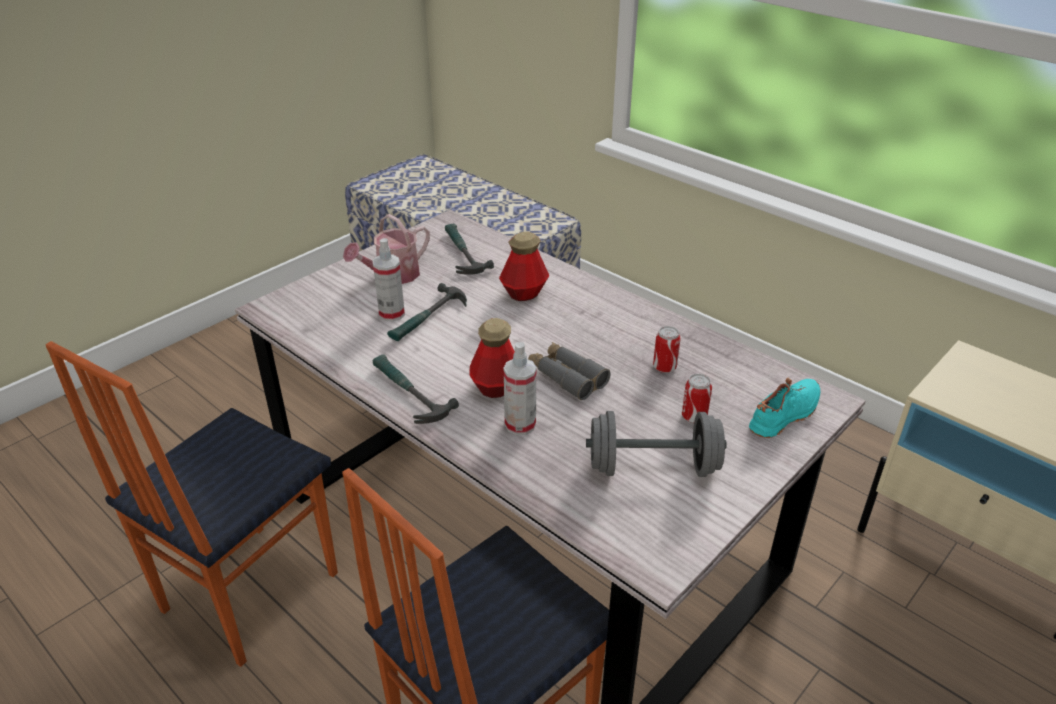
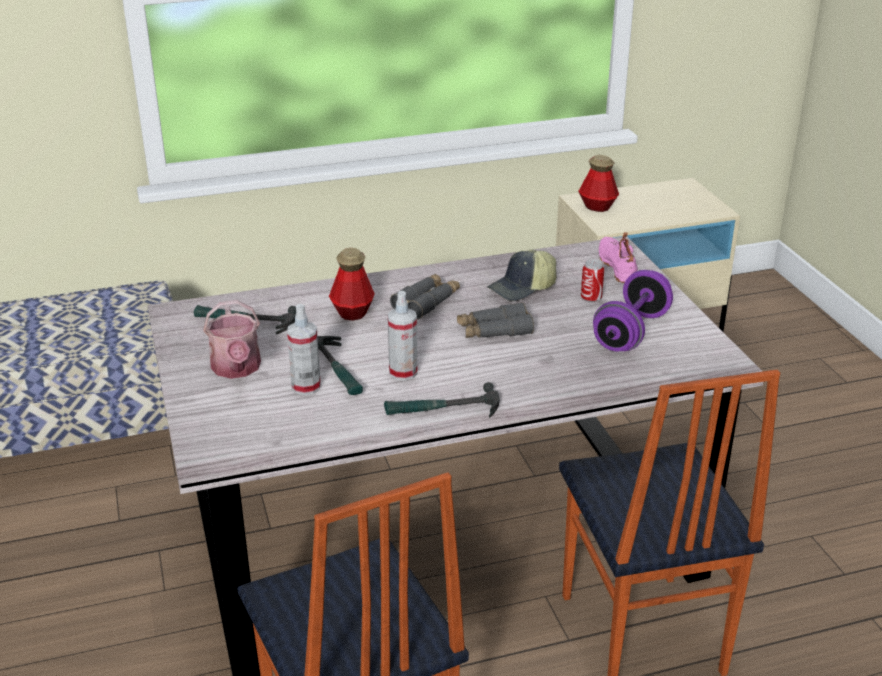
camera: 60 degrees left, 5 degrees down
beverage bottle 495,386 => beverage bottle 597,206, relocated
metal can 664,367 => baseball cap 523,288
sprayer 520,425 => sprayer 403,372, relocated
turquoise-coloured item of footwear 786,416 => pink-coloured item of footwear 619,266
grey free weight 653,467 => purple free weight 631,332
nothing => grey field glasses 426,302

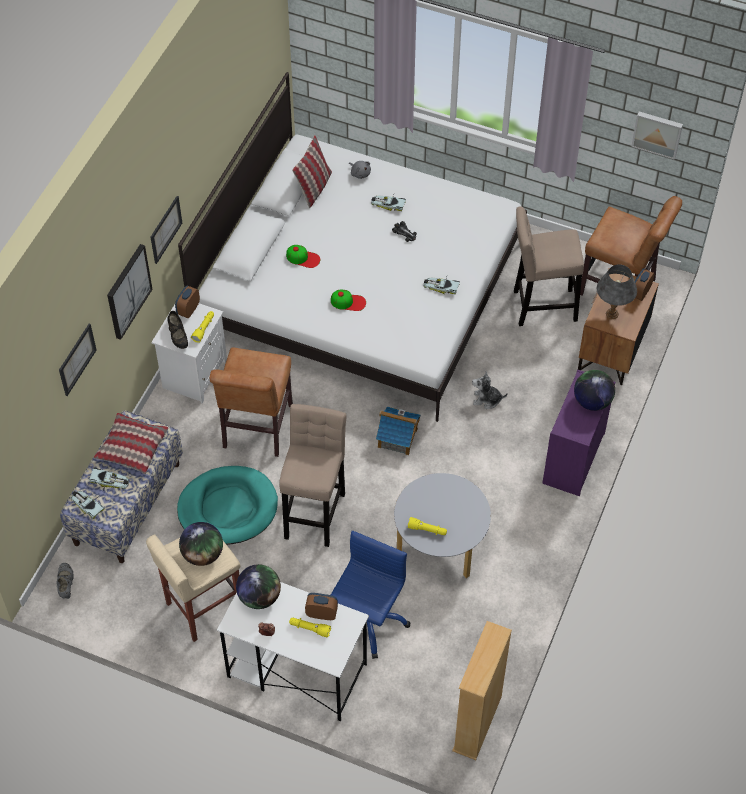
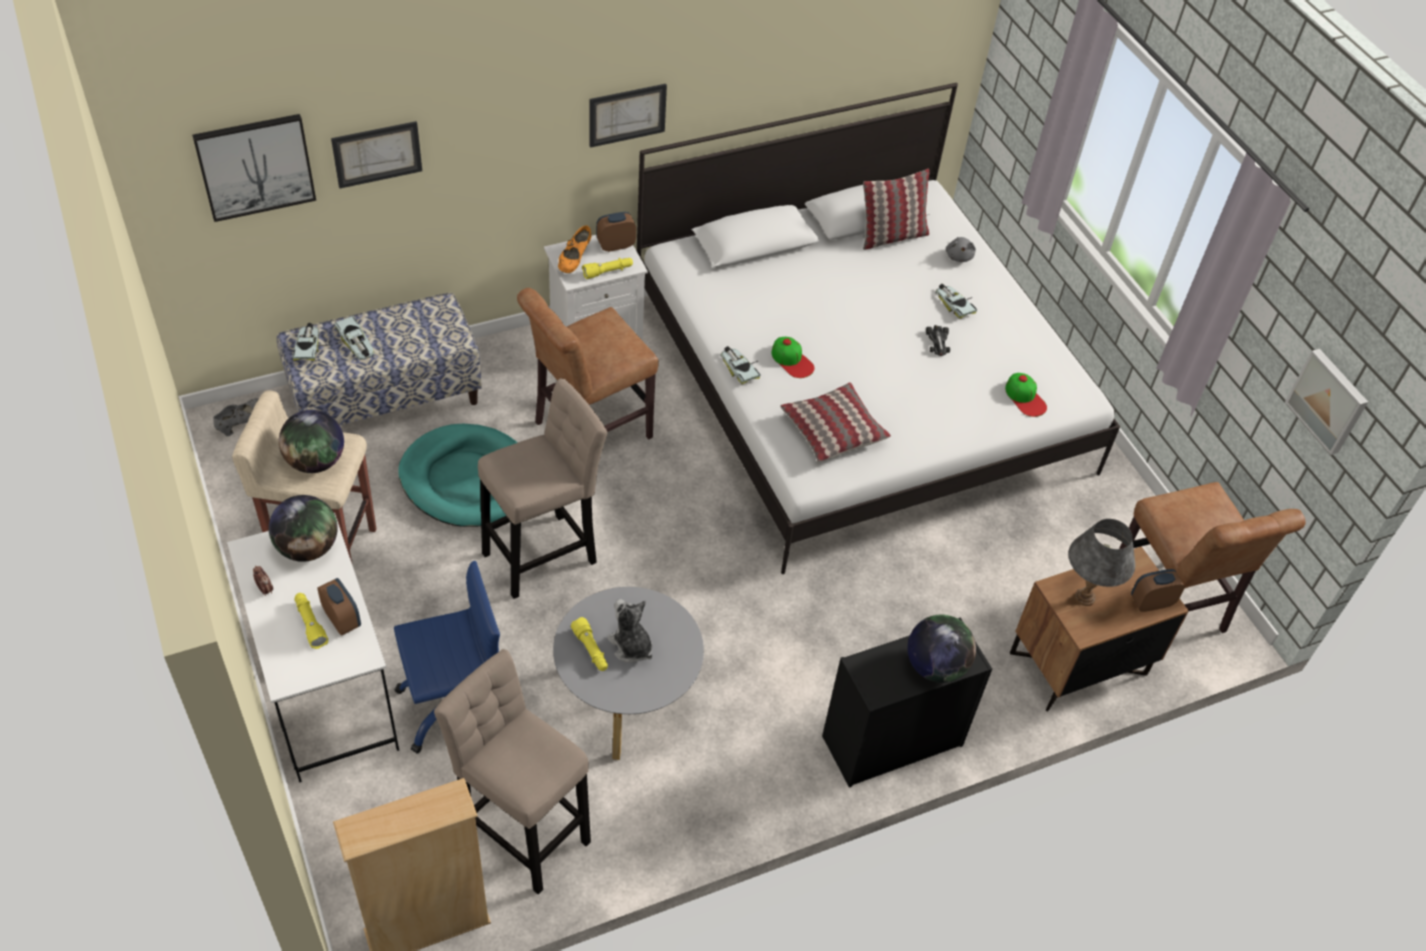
camera: 40 degrees right, 5 degrees down
beige-coloured stool 540,306 => beige-coloured stool 521,829, relocated
wall art 128,291 => wall art 255,166, relocated
baseball cap 303,258 => baseball cap 1025,397, relocated
toy car 441,286 => toy car 739,367, relocated
blackish item of footwear 178,336 => orange item of footwear 574,260
purple drawer chest 573,459 => blackish drawer chest 890,741
cuddly toy 487,399 => cuddly toy 631,646, relocated
miniature house 397,438 => nothing
pillow 132,448 => pillow 832,430, relocated

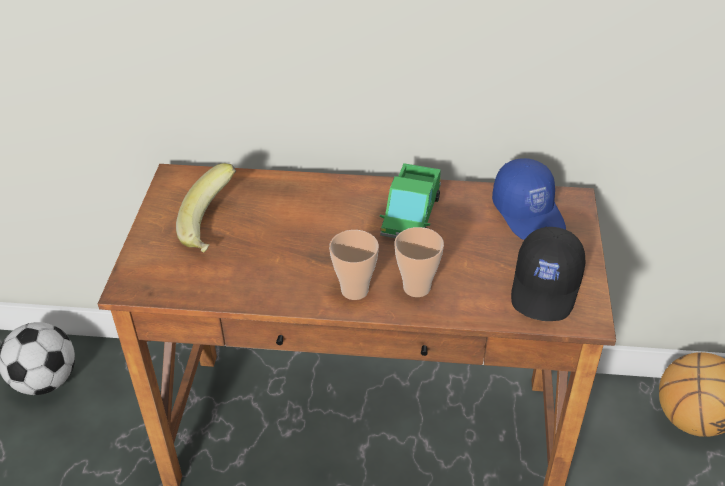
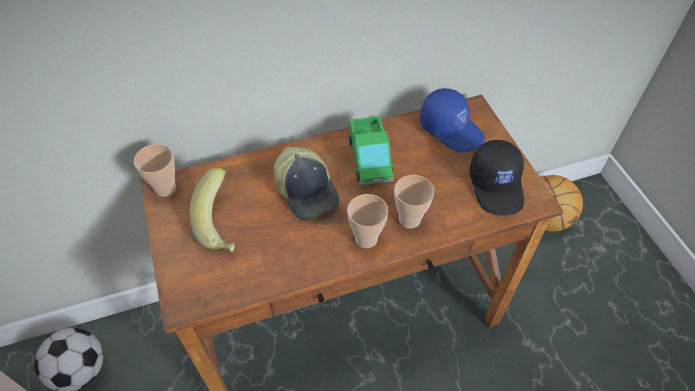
camera: 25 degrees left, 10 degrees up
nothing => small cup 165,188
nothing => baseball cap 307,191

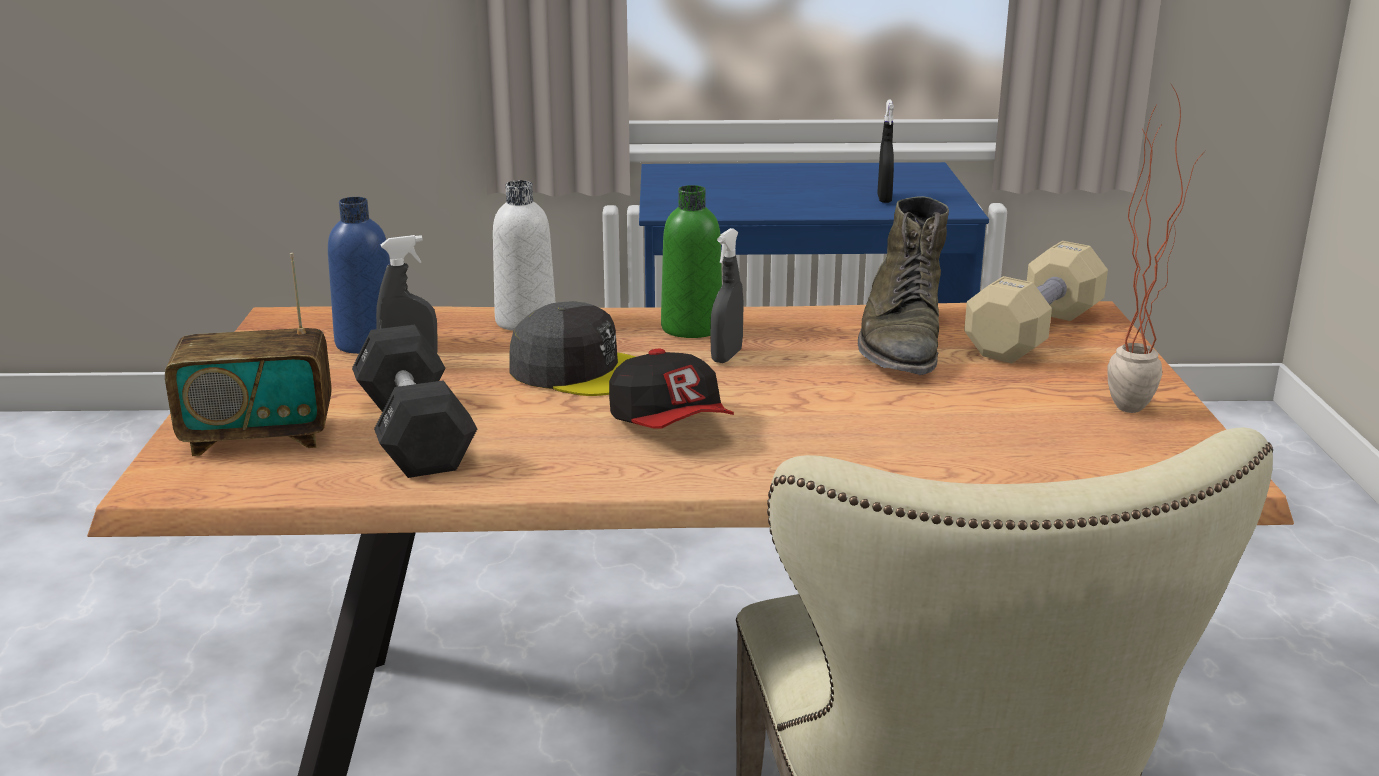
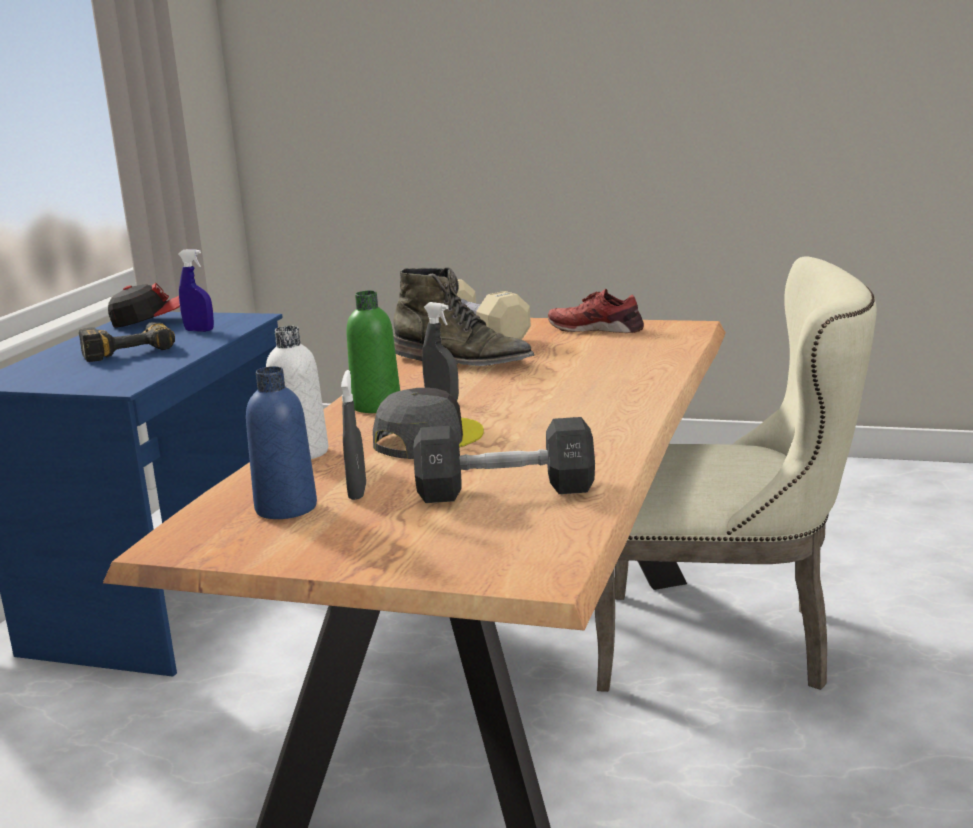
camera: 70 degrees left, 5 degrees down
potted plant 1135,403 => red-coloured item of footwear 596,328
blackish sprayer 884,199 => bluish sprayer 199,330
radio receiver 259,437 => nothing
baseball cap 670,425 => baseball cap 149,322, relocated
nothing => electric drill 127,349

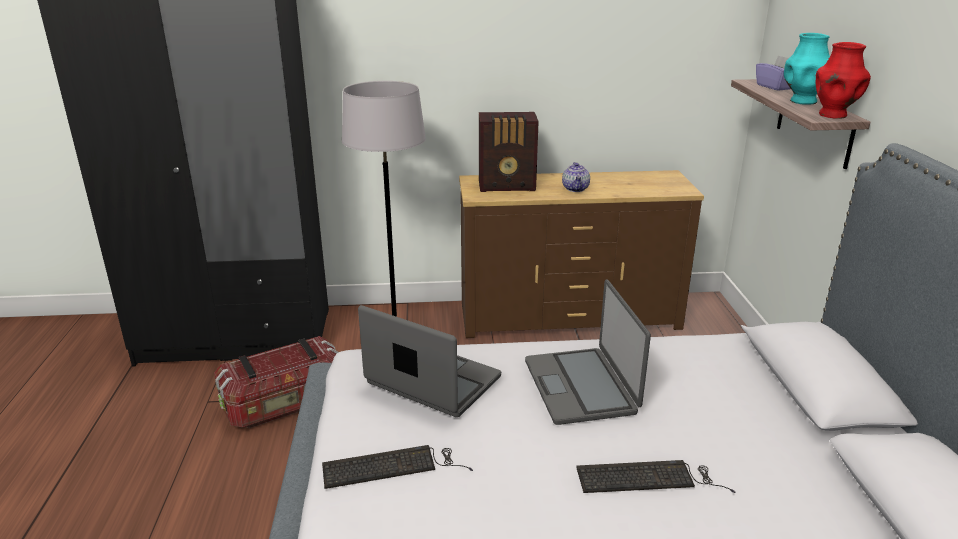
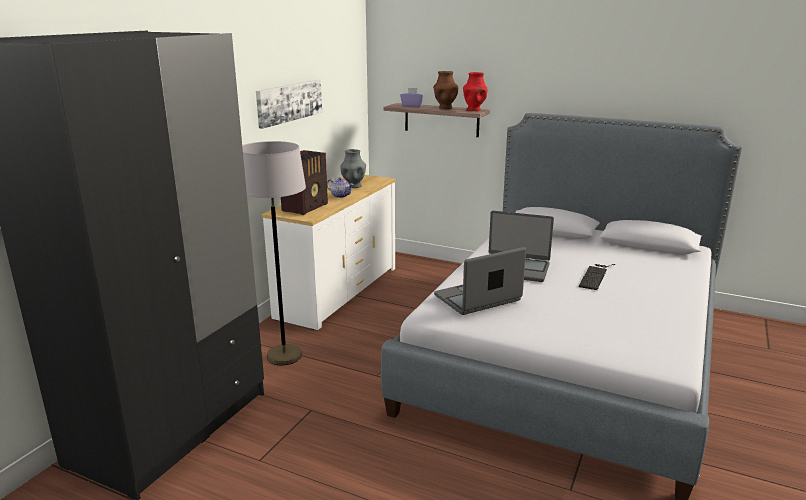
camera: 60 degrees left, 5 degrees down
turquoise-coloured flower vase 802,101 => brown-coloured flower vase 445,108
brown-coloured drawer chest 568,316 => white-coloured drawer chest 338,292
storage container 285,404 => nothing
PC keyboard 393,466 => nothing
nothing => wall art 289,102
nothing => grey flower vase 354,186

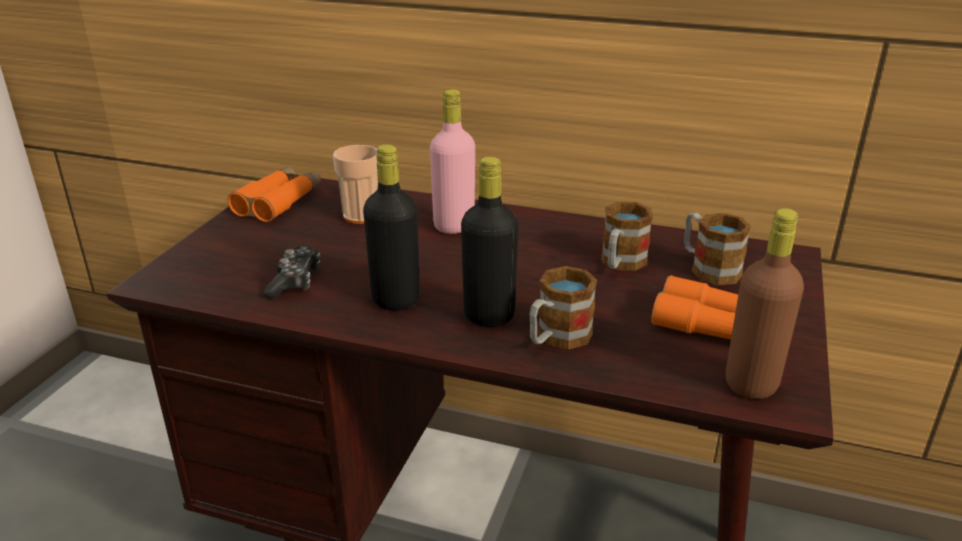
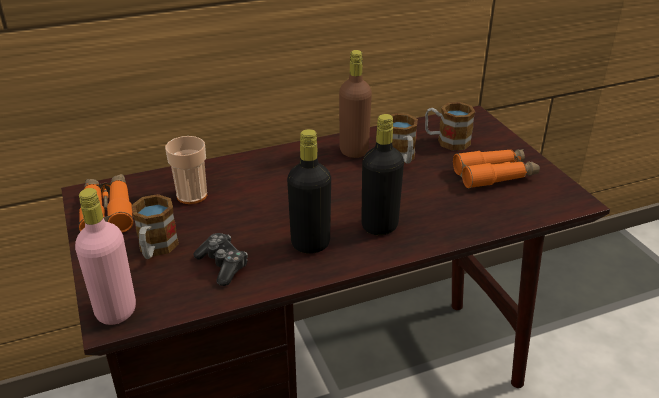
camera: 40 degrees left, 5 degrees up
pink-coloured beverage bottle 454,226 => pink-coloured beverage bottle 116,311, relocated
brown-coloured beverage bottle 751,384 => brown-coloured beverage bottle 354,151, relocated
mug 557,338 => mug 156,249, relocated

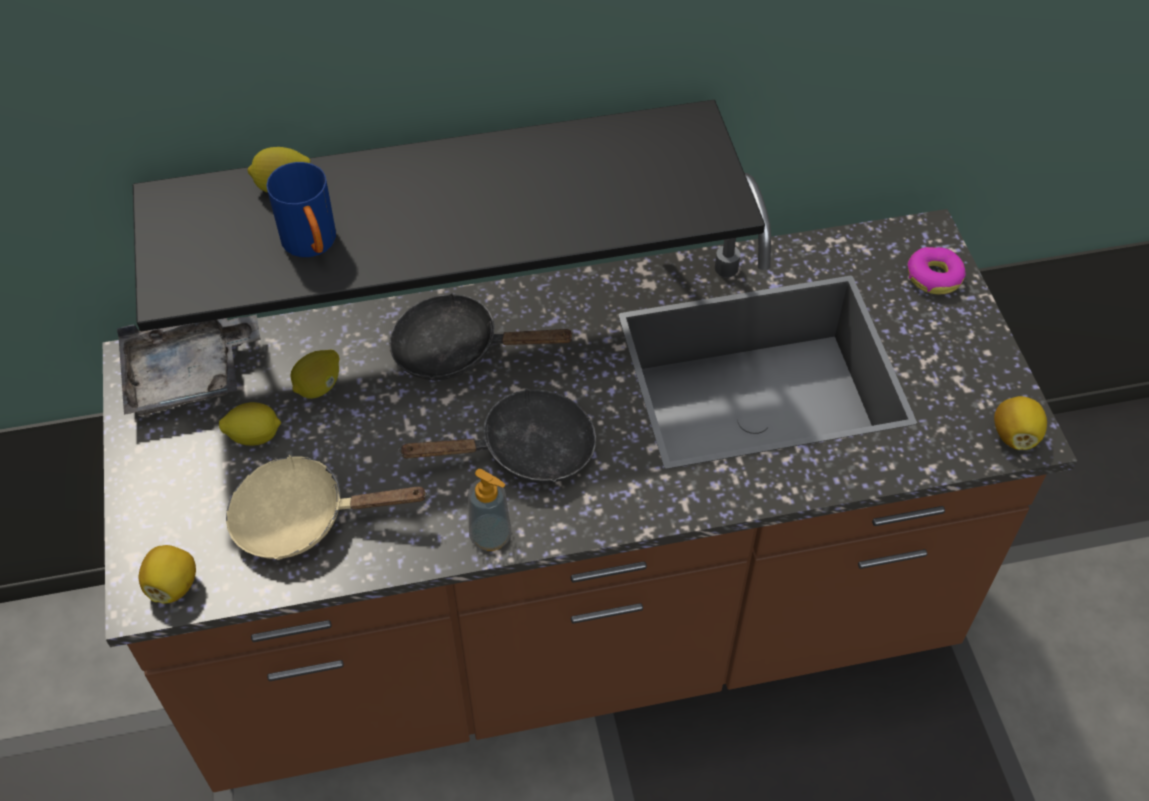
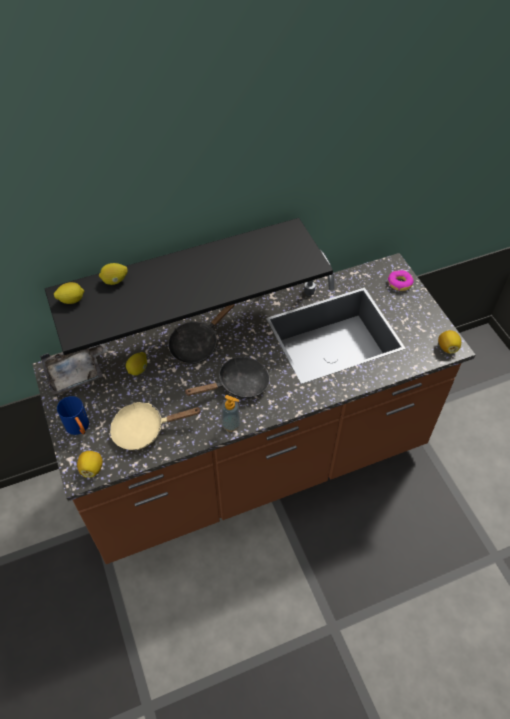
camera: 10 degrees left, 0 degrees up
bluish mug 313,246 => bluish mug 79,428, relocated
blackish frying pan 457,349 => blackish frying pan 197,344, 45 degrees counterclockwise
citrus fruit 255,436 => citrus fruit 71,300, relocated

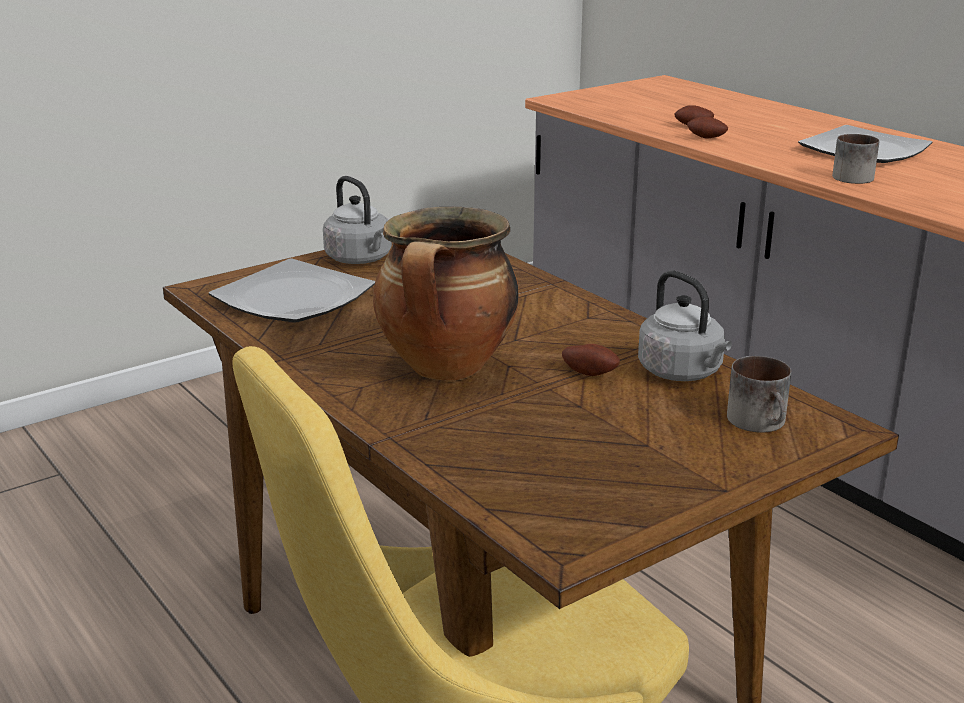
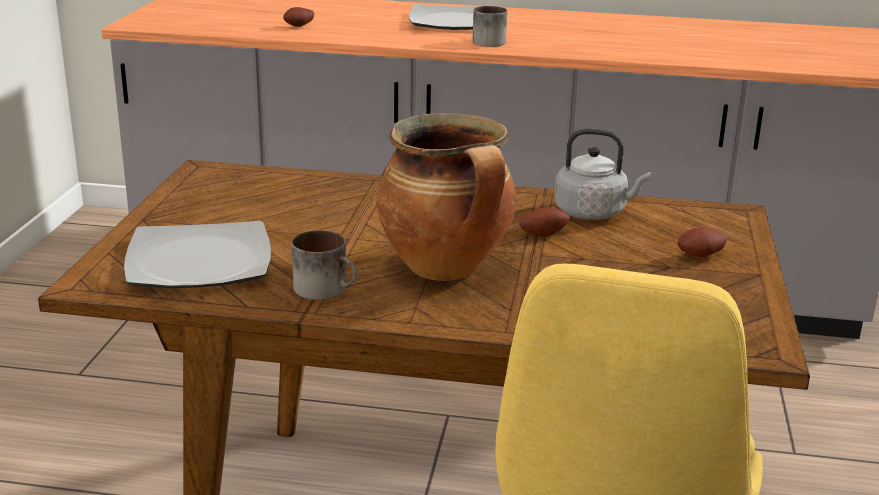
camera: 45 degrees left, 0 degrees up
potato 706,138 => potato 701,257, relocated
grey kettle 360,259 => nothing
mug 762,422 => mug 327,289, relocated

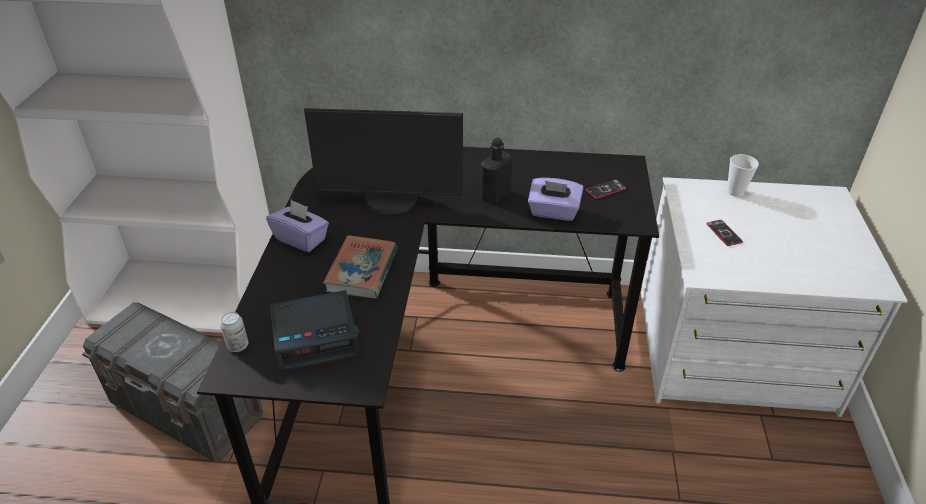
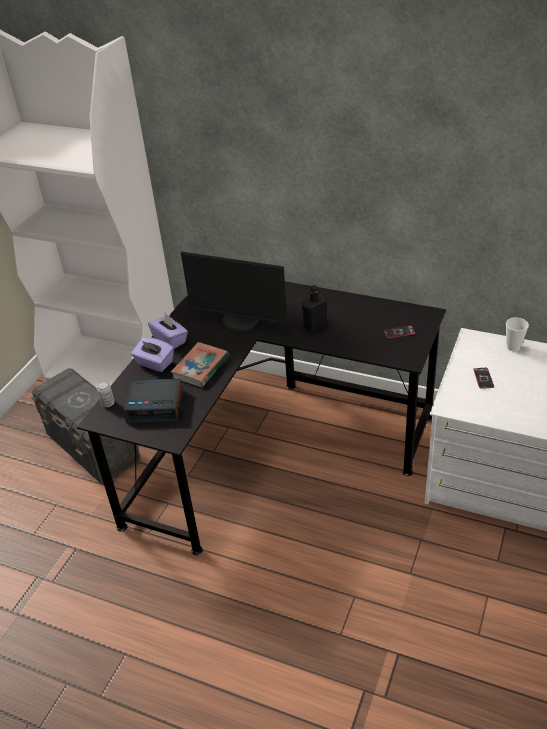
camera: 20 degrees right, 0 degrees up
purple tissue box 553,212 => purple tissue box 154,363, relocated

